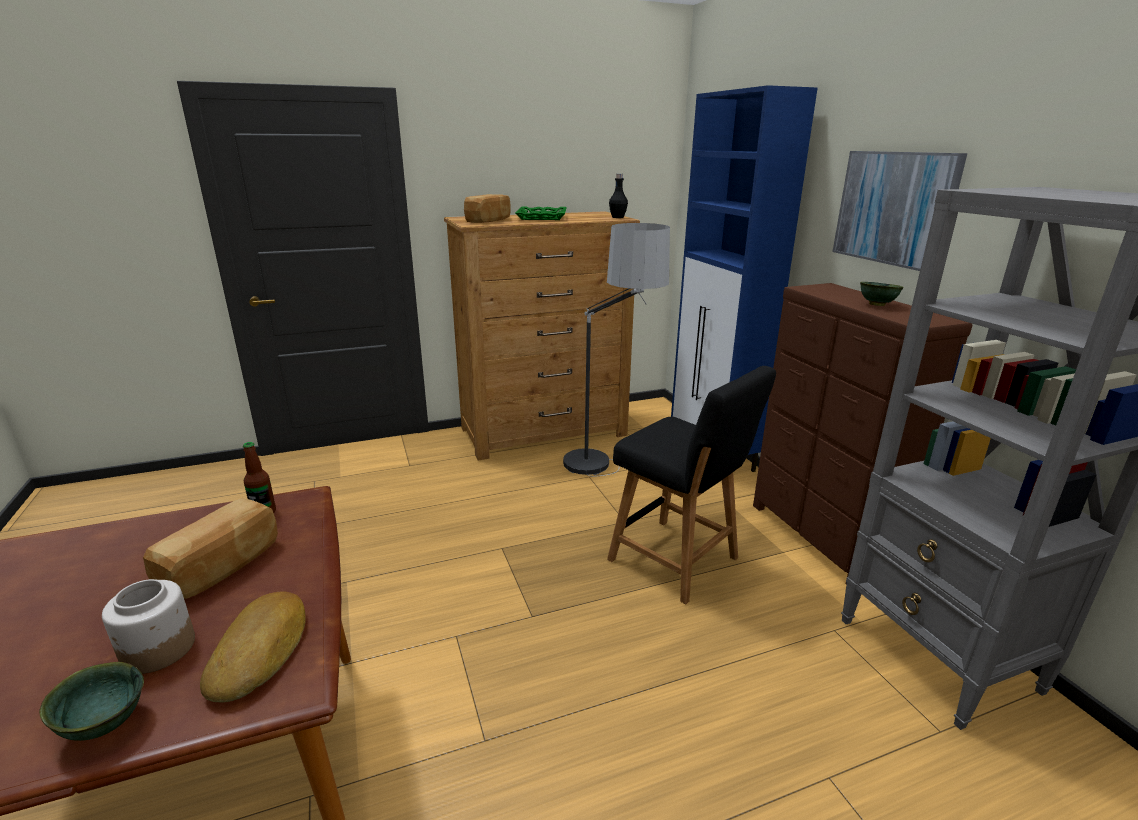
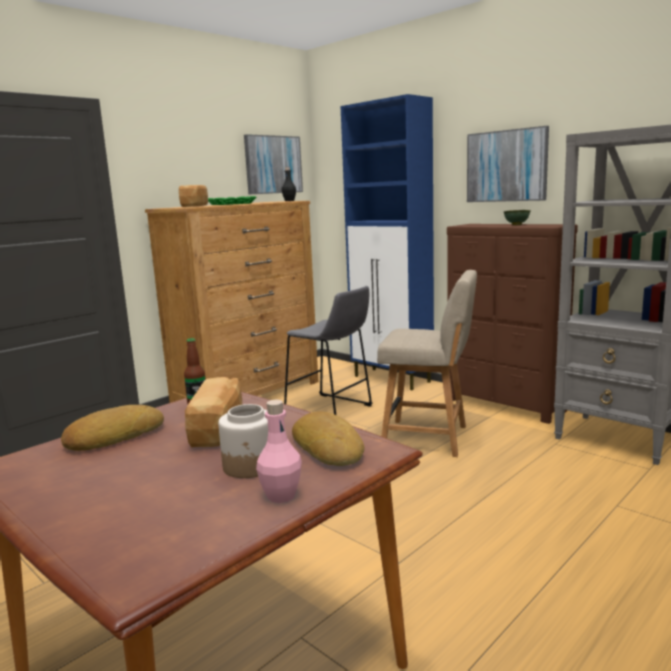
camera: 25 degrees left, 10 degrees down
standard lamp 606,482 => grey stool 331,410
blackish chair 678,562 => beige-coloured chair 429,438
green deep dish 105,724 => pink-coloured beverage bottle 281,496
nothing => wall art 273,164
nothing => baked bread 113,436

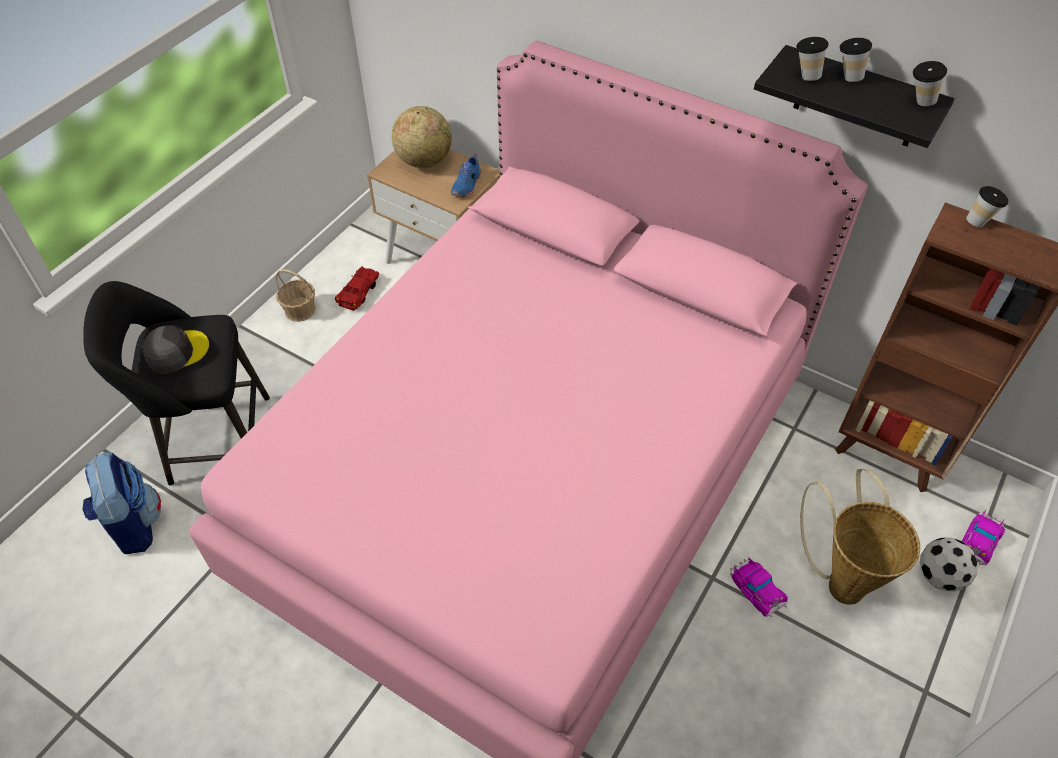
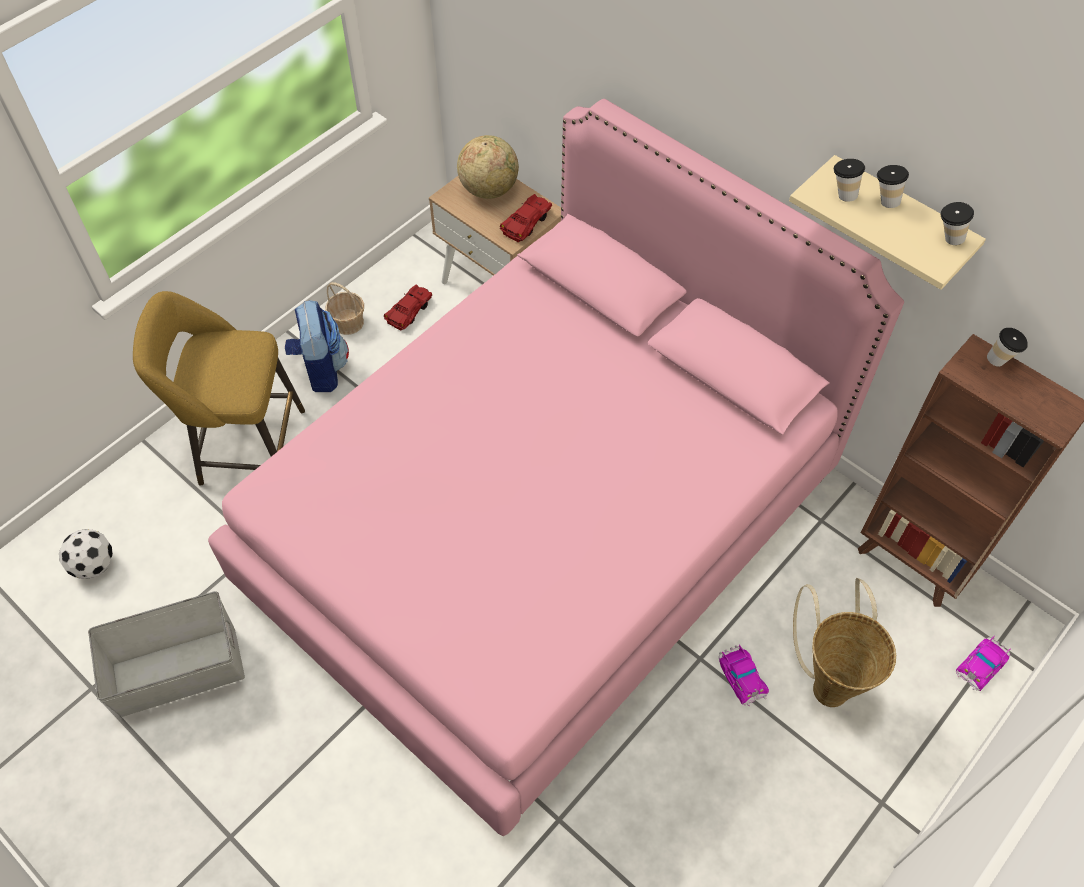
camera: 10 degrees right, 5 degrees up
blackish bracket shelf 858,98 => beige-coloured bracket shelf 899,219
bluish item of footwear 467,185 => red-coloured toy car 527,223
blackish stool 212,441 => yellow-coloured stool 245,447
grey baseball cap 176,351 => nothing
knapsack 132,524 => knapsack 321,369, relocated
football ball 940,576 => football ball 94,565, relocated
nothing => grey storage container 177,671

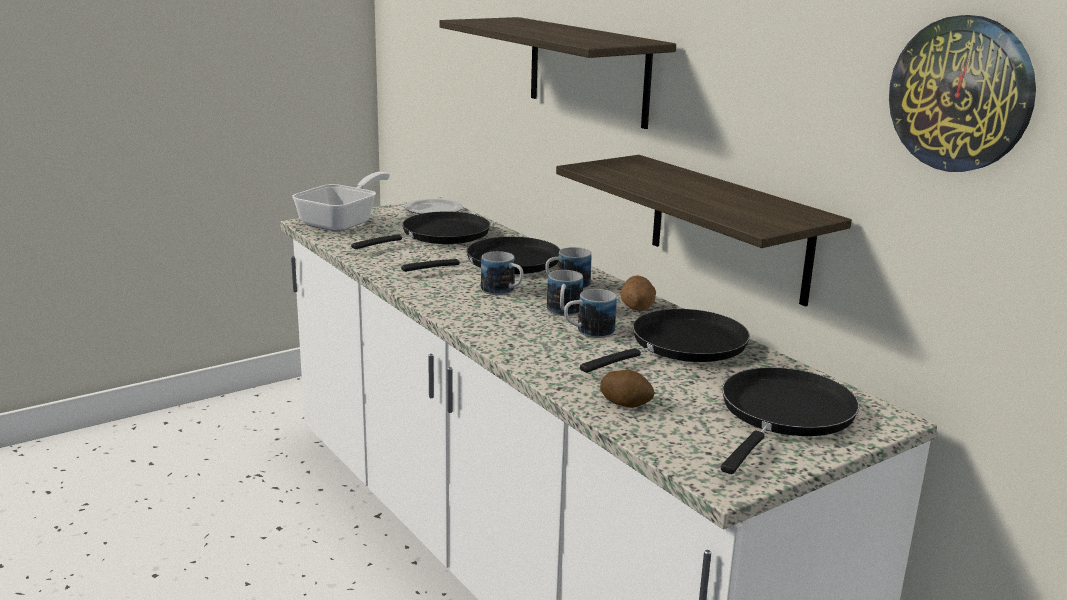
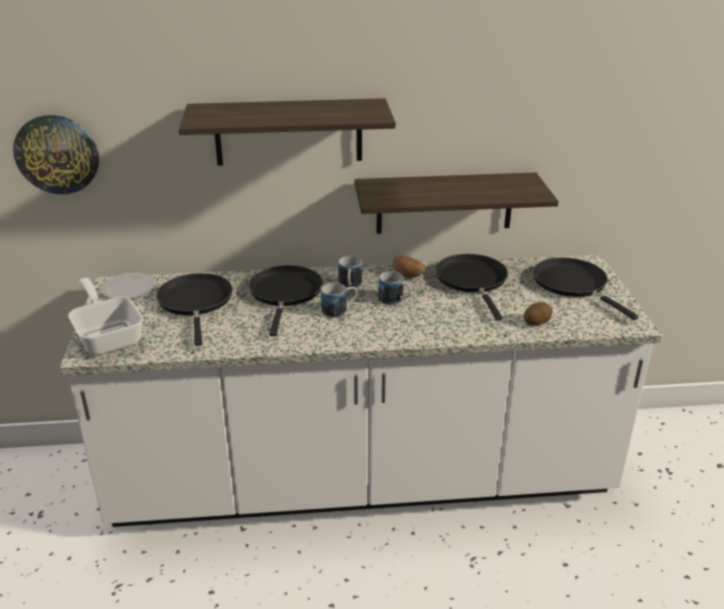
camera: 60 degrees left, 10 degrees up
clock on the wall 961,94 => clock on the wall 57,154, relocated
mug 588,332 => nothing

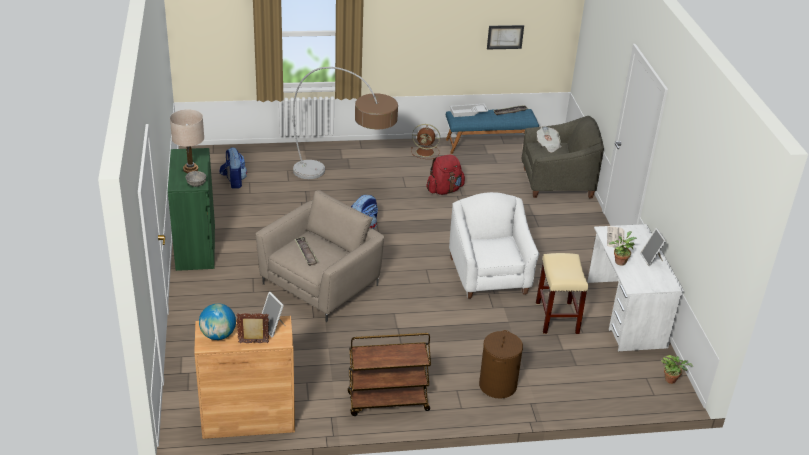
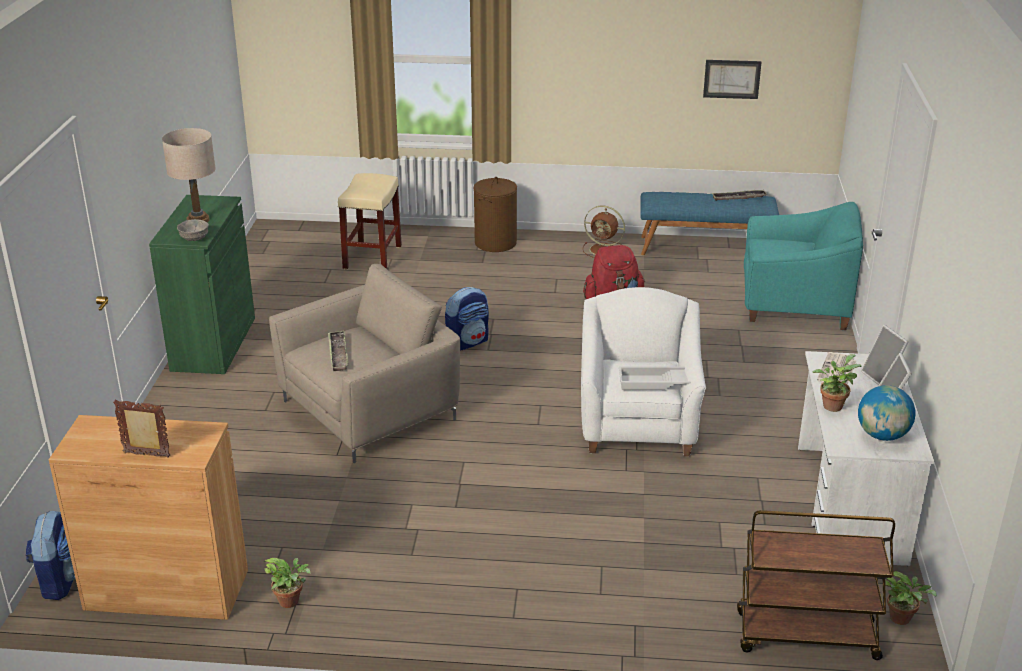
camera: 15 degrees right, 5 degrees down
standard lamp 346,184 => nothing
white-coloured carrying tray 468,113 => white-coloured carrying tray 654,383, relocated
grey armchair 557,183 => turquoise-coloured armchair 794,305
newspaper 548,145 => nothing
knapsack 234,182 => knapsack 59,581, relocated
beige-coloured stool 556,317 => beige-coloured stool 372,257, relocated
standing frame 273,327 => standing frame 883,378, relocated
desk globe 218,335 => desk globe 882,435, relocated
brown-coloured hamper 497,385 => brown-coloured hamper 495,243, relocated
brown-coloured trolley 387,402 => brown-coloured trolley 805,637, relocated
nothing => potted plant 291,601

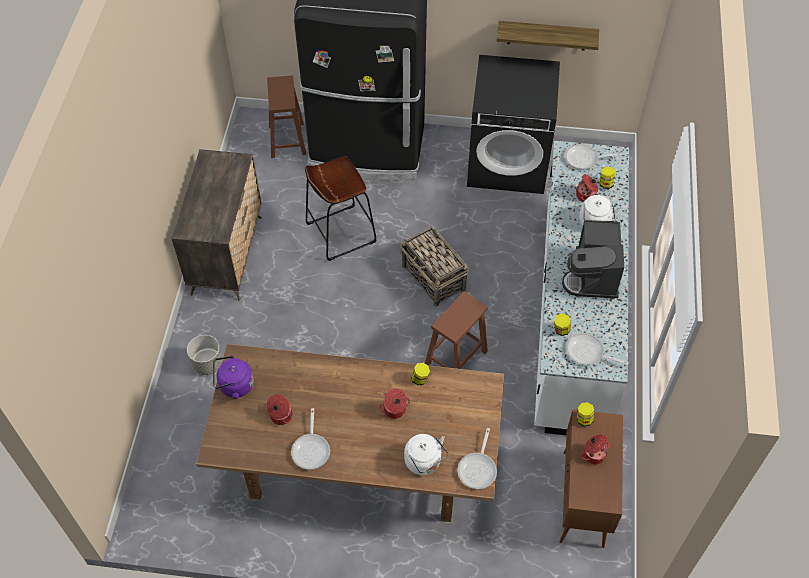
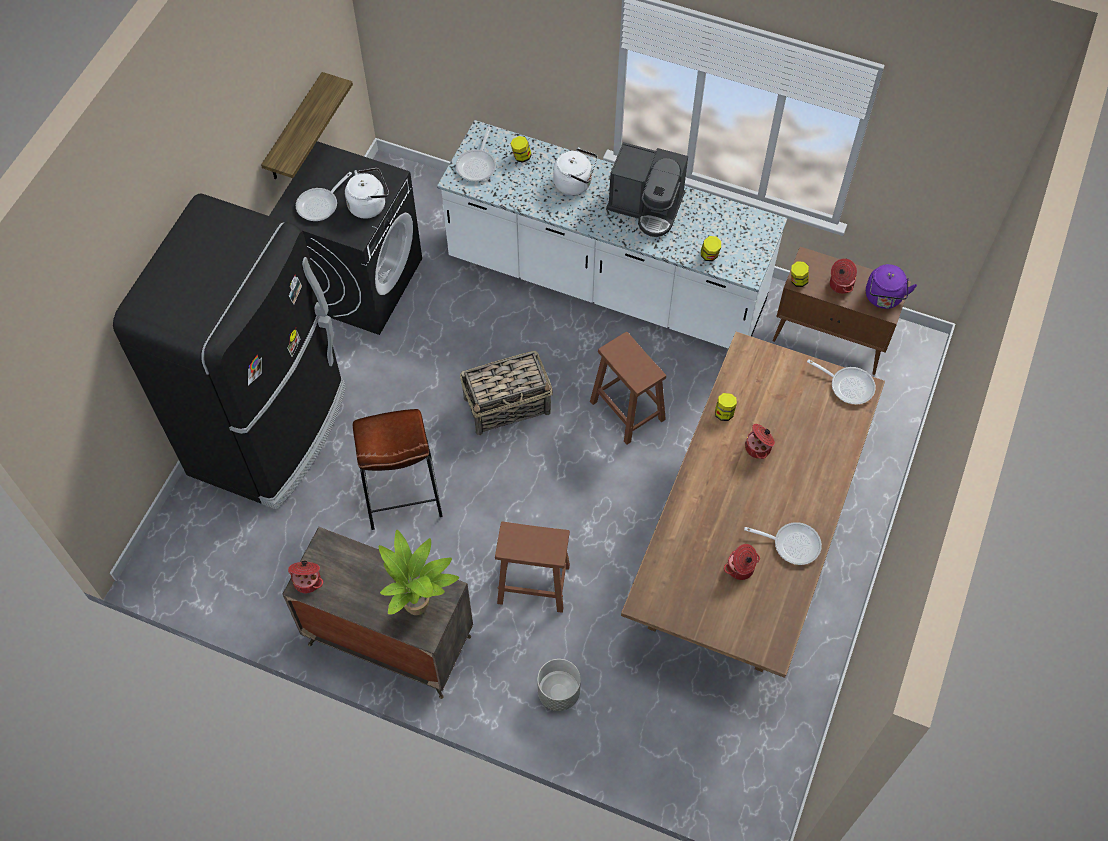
camera: 75 degrees left, 5 degrees up
brown-coloured stool 287,139 => brown-coloured stool 532,584, relocated
stockpot 586,195 => stockpot 308,580, relocated
frying pan 588,353 => frying pan 320,205, relocated
purple kettle 234,386 => purple kettle 883,298, relocated
white-coloured kettle 424,462 => white-coloured kettle 369,205, relocated
nothing => potted plant 420,605

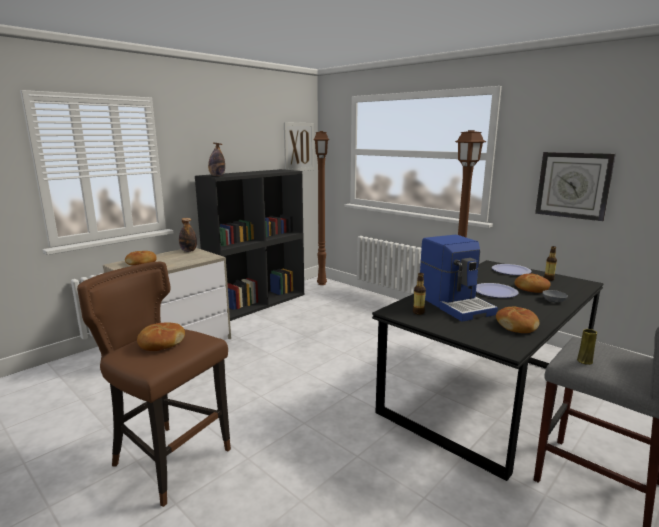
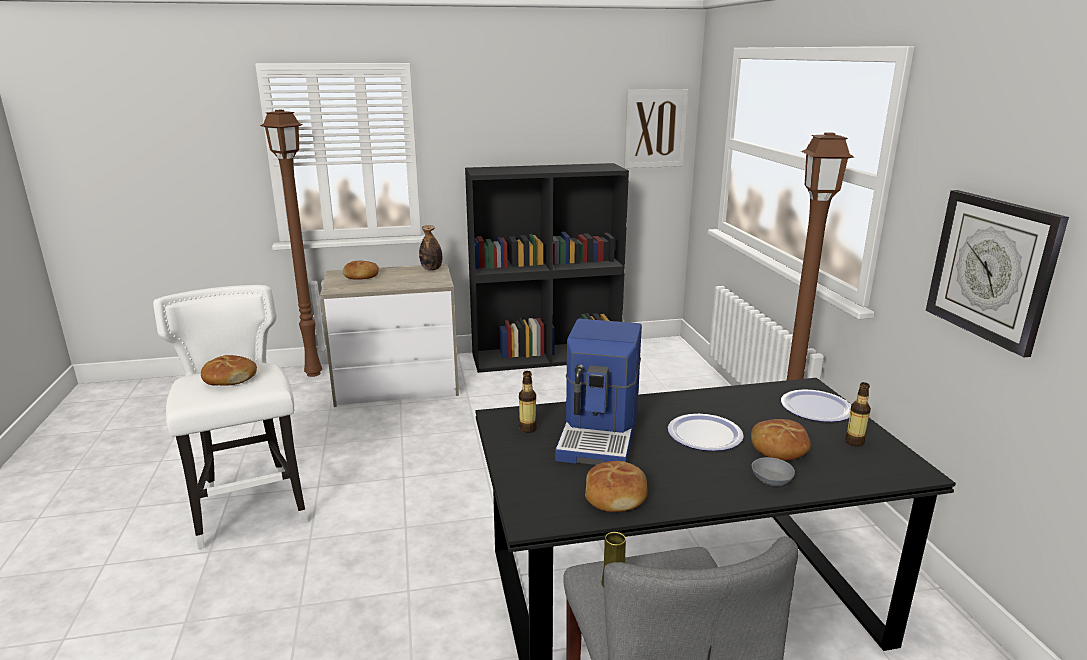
camera: 35 degrees right, 5 degrees up
brown-coloured standard lamp 321,283 => brown-coloured standard lamp 313,373, relocated
beverage bottle 217,176 => nothing
brown-coloured stool 169,460 => white-coloured stool 251,508

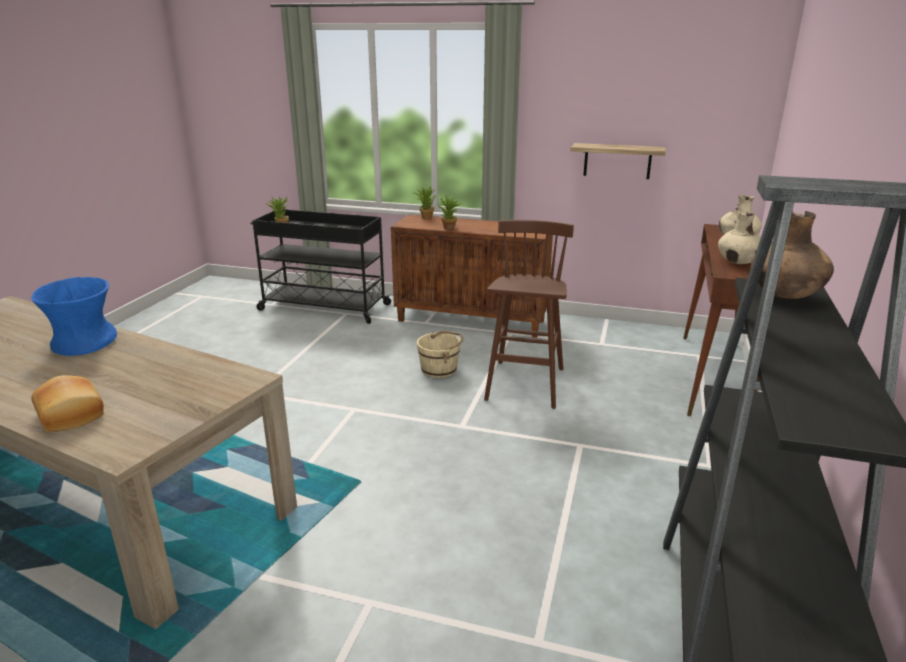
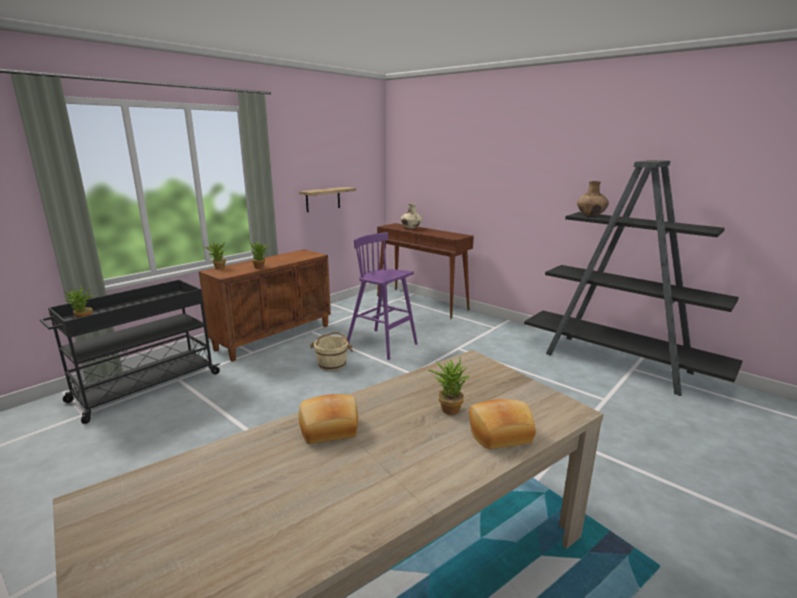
camera: 65 degrees left, 5 degrees down
beige-coloured flower vase 738,263 => nothing
brown-coloured stool 525,385 => purple stool 382,344
bluish flower vase 84,343 => baked bread 329,429
nothing => potted plant 448,408

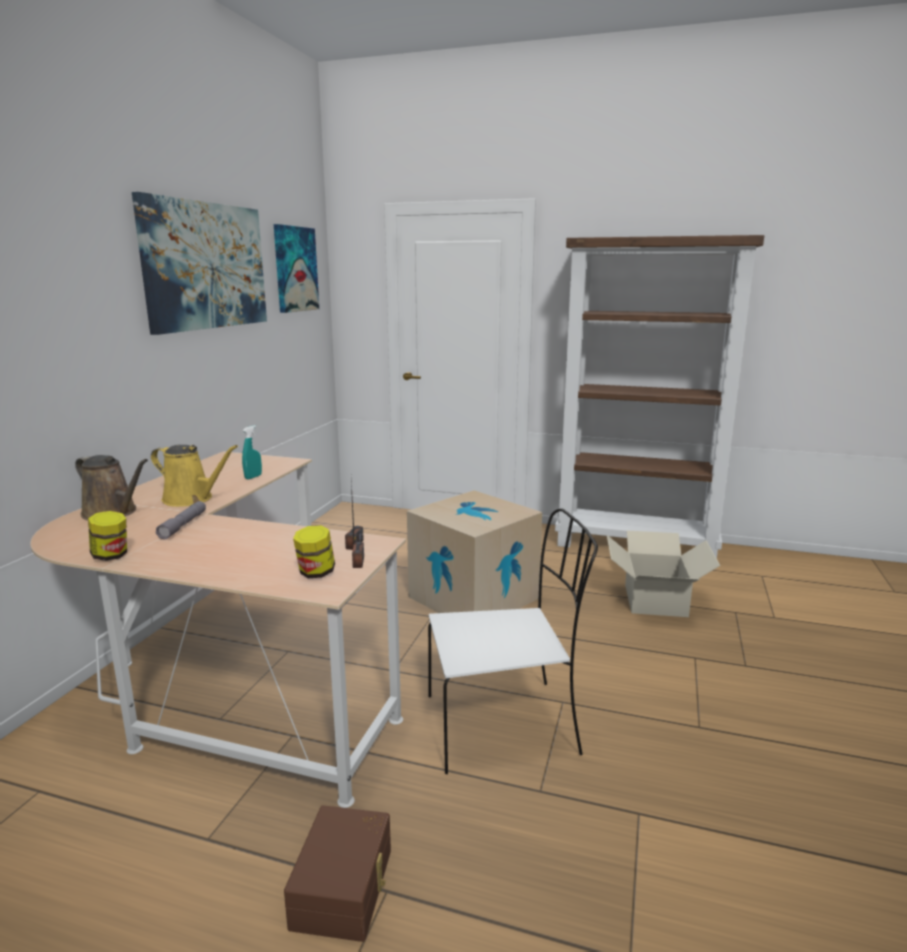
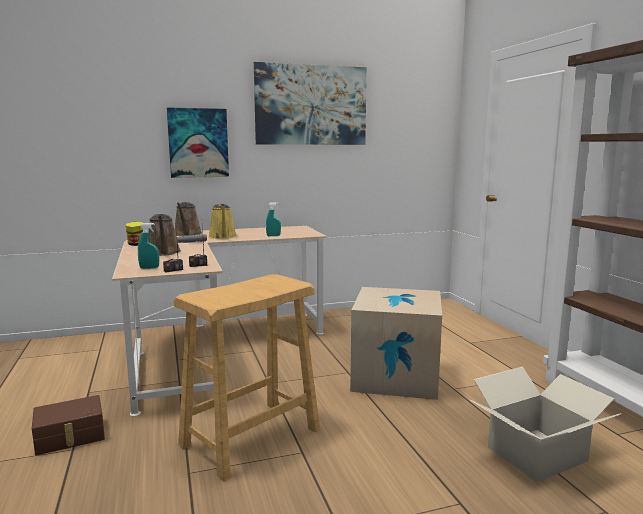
camera: 55 degrees right, 5 degrees down
wall art 295,269 => wall art 198,143, relocated
white-coloured chair 505,724 => beige-coloured stool 250,437
storage jar 316,573 => turquoise-coloured sprayer 149,268
nothing => brown-coloured watering can 163,253

